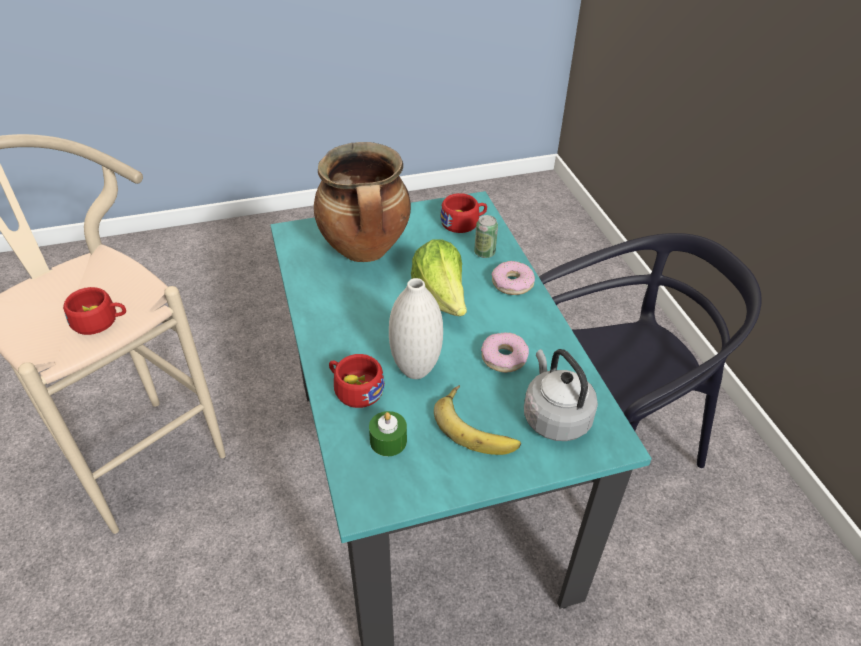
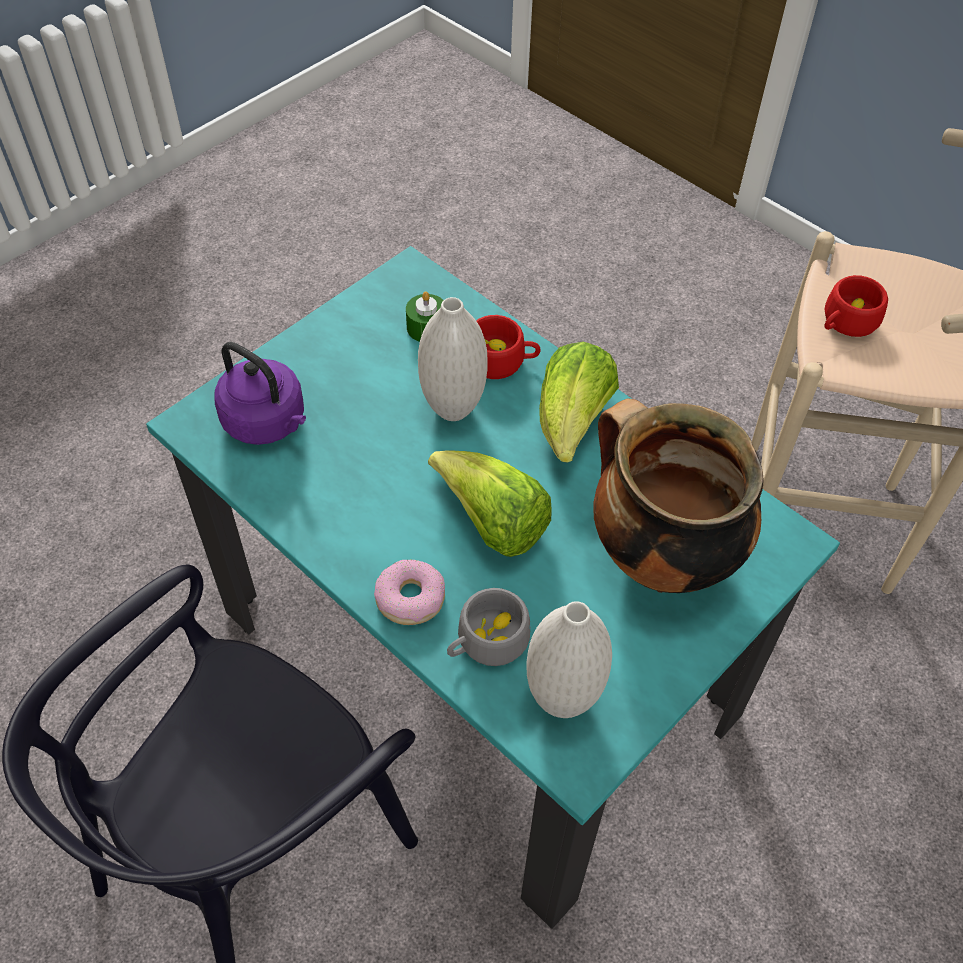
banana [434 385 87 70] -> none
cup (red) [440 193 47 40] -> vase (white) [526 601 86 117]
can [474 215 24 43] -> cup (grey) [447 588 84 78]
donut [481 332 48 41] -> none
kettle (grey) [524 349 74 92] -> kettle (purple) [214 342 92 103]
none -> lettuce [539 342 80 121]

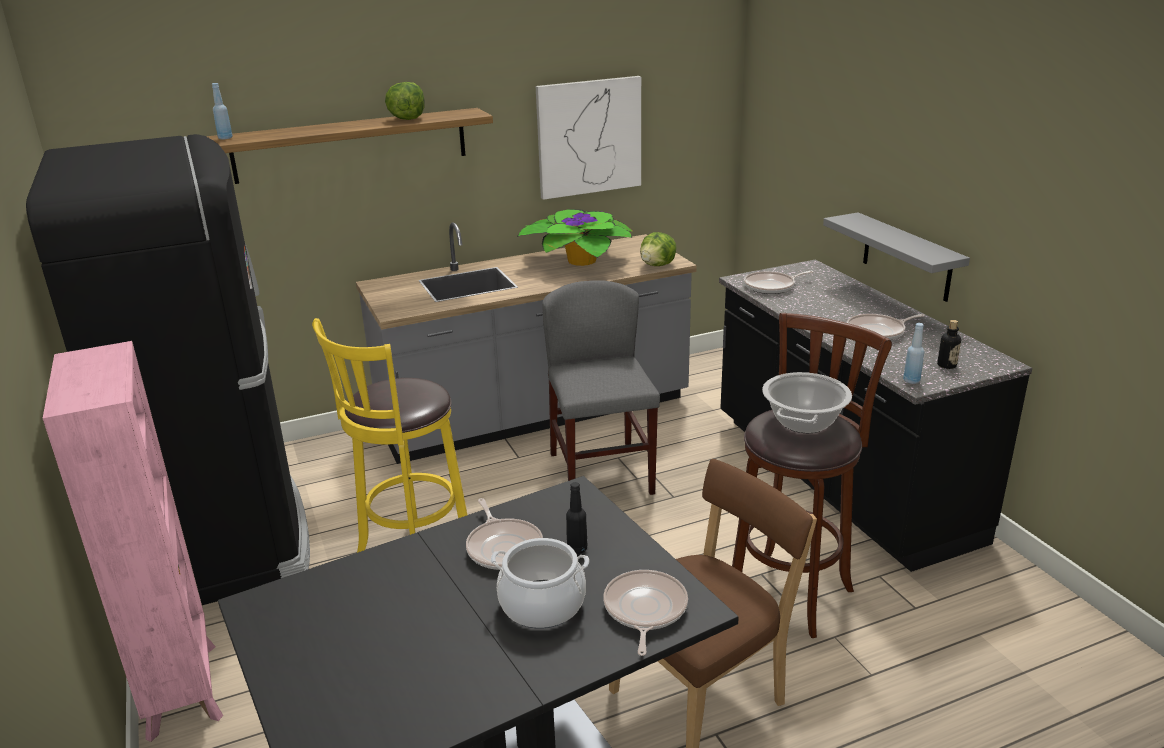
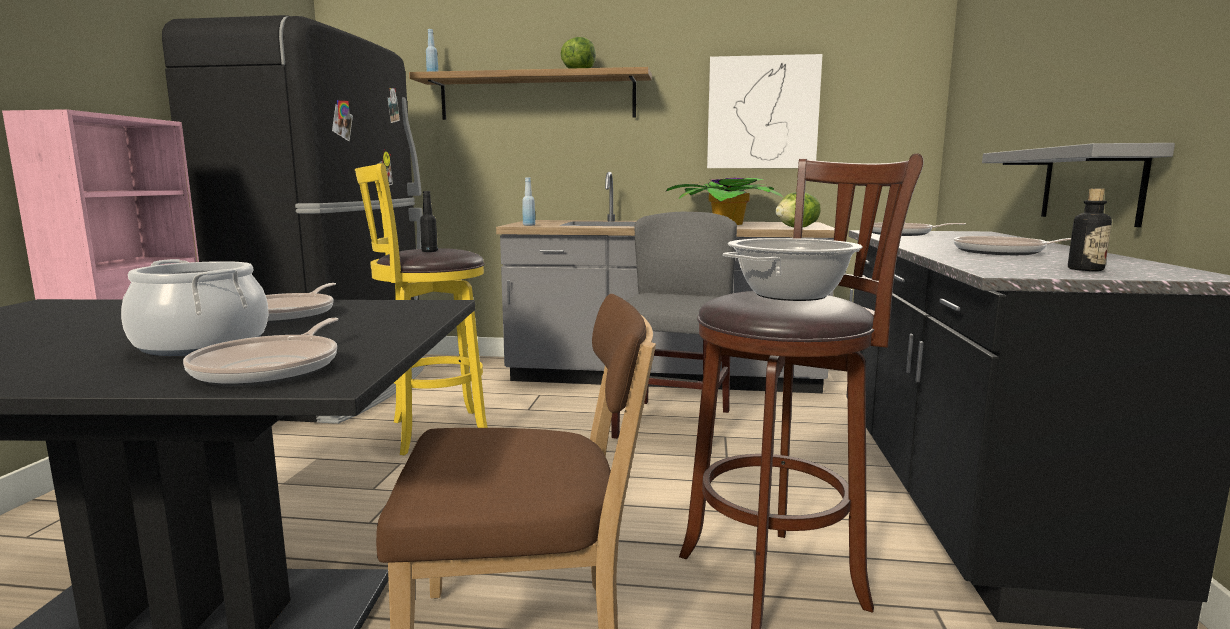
bottle (black) [566 482 21 72] -> bottle (black) [420 191 18 61], move
frying pan [603 570 85 86] -> frying pan [183 318 156 68], 150 degrees clockwise
bottle (blue) [903 323 21 61] -> bottle (blue) [522 178 13 48], move

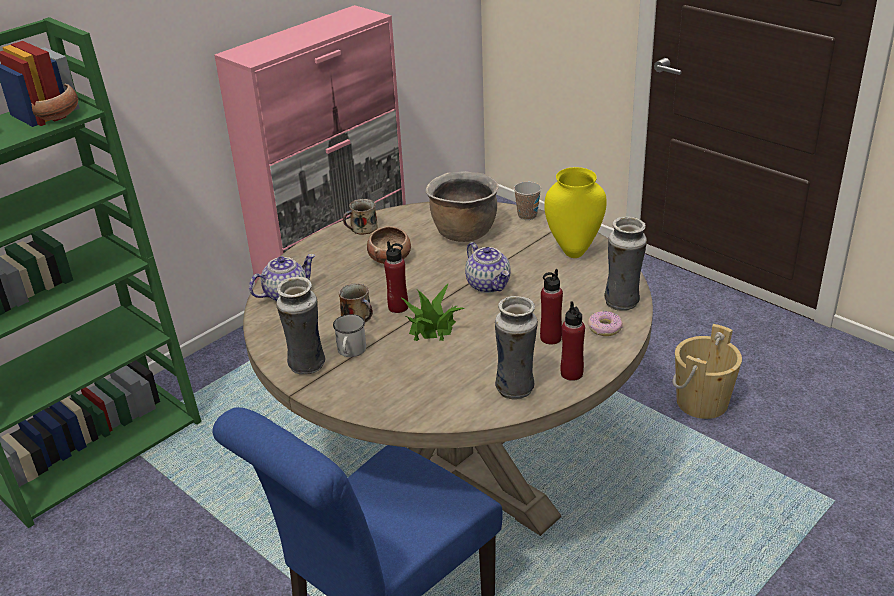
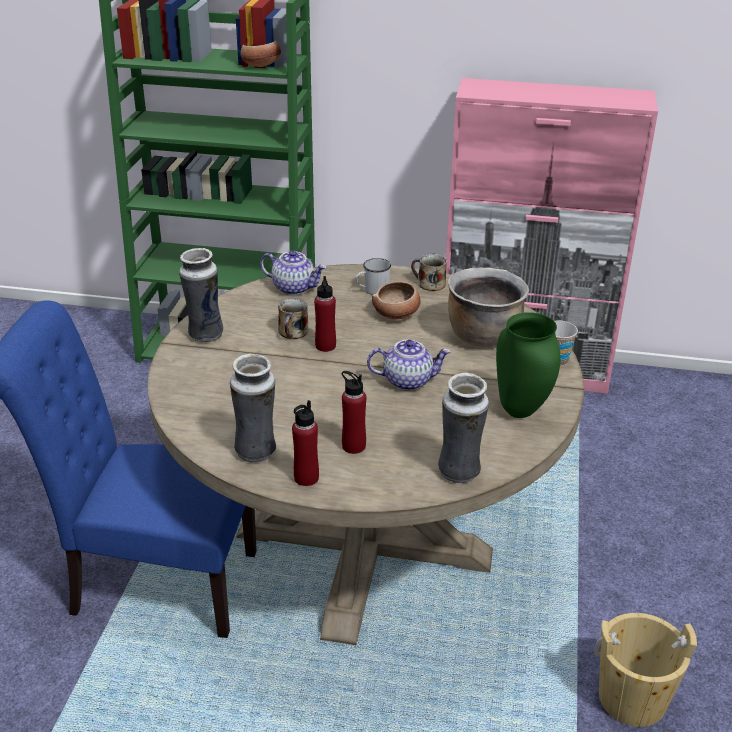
mug (white) [333 314 33 43] -> mug (white) [356 258 35 37], move
potted plant [402 284 63 57] -> none
teapot [465 242 46 51] -> teapot [367 340 84 51], 120 degrees counterclockwise
vase (yellow) [544 167 63 91] -> vase (green) [496 312 64 106]
donut [588 311 35 25] -> none

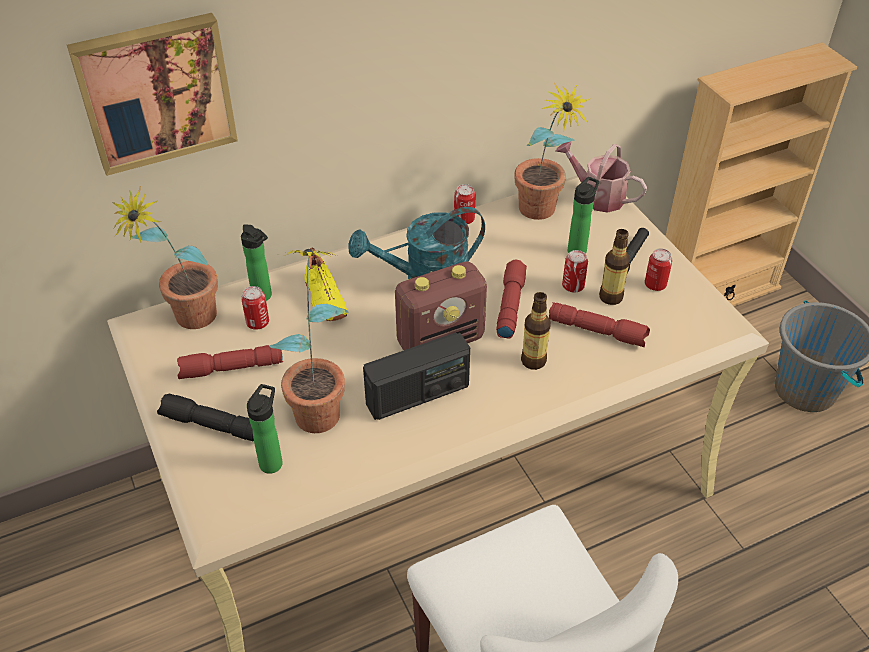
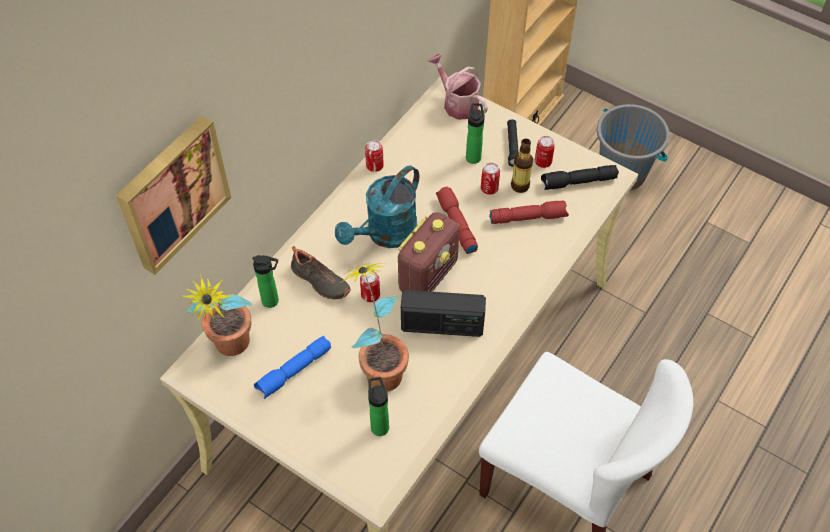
flashlight (black) [157 394 97 47] -> flashlight (black) [541 165 78 25], move
flashlight (red) [177 345 106 34] -> flashlight (blue) [254 336 77 63]
can [241 286 28 44] -> can [360 270 20 32], move
shoe (yellow) [304 247 43 74] -> shoe (black) [291 246 60 54]
radio [363 332 107 88] -> radio [401 290 85 47], 60 degrees clockwise
potted plant [514 83 77 137] -> none
bottle [521 292 30 78] -> none
watering can [556 141 91 72] -> watering can [428 54 60 66], 45 degrees clockwise

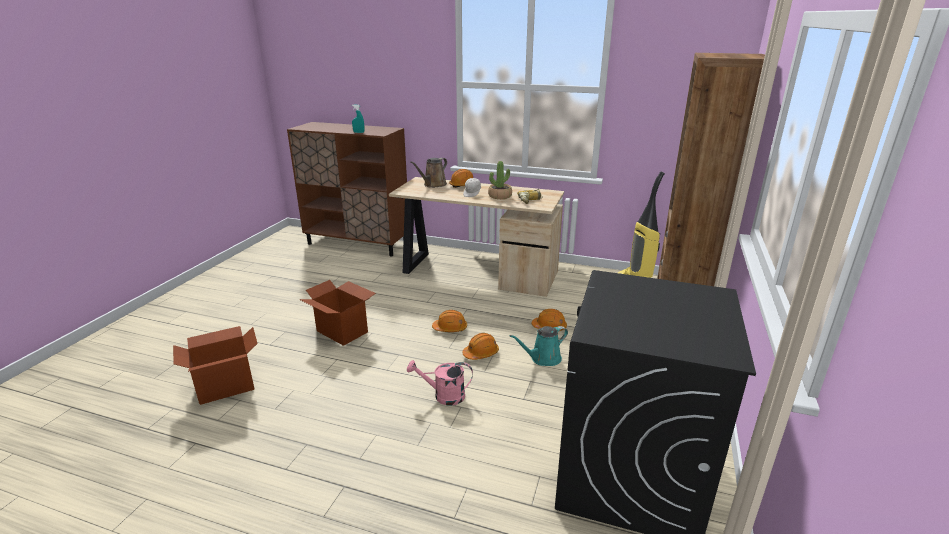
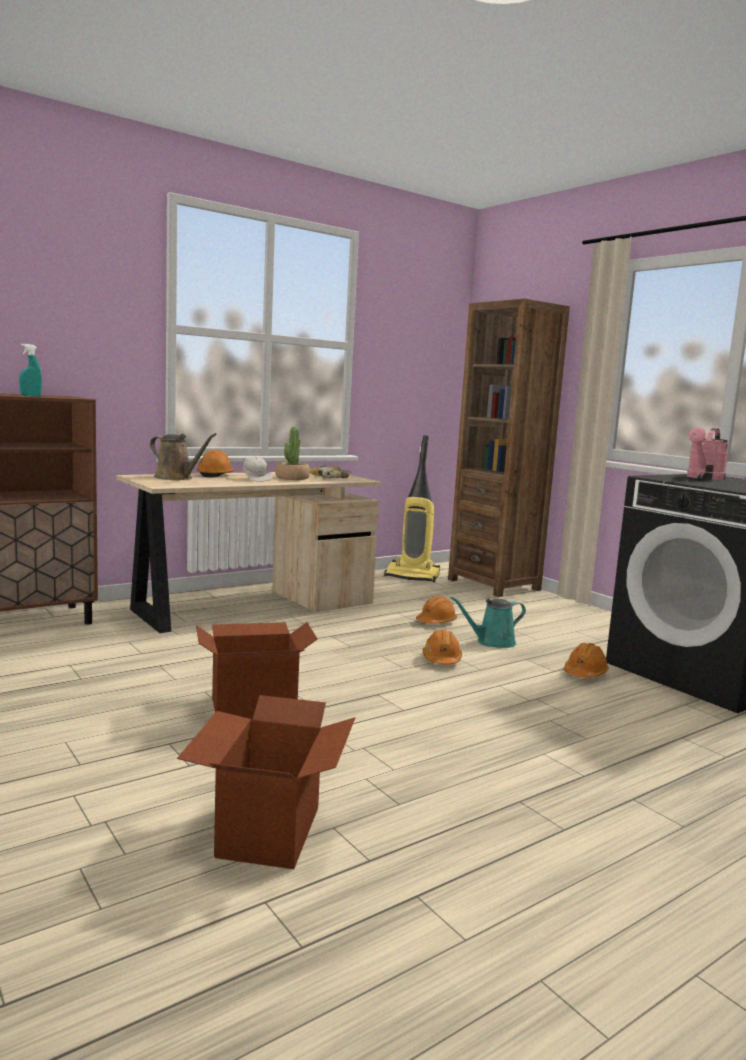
watering can (pink) [407 360 66 46] -> watering can (pink) [687 427 42 53], move
watering can (brown) [410 158 37 30] -> watering can (brown) [150 433 67 47], 45 degrees counterclockwise
hard hat (orange) [432 310 35 22] -> hard hat (orange) [564 643 45 35], move
watering can (turquoise) [509 326 59 40] -> watering can (turquoise) [450 597 76 51], 60 degrees clockwise

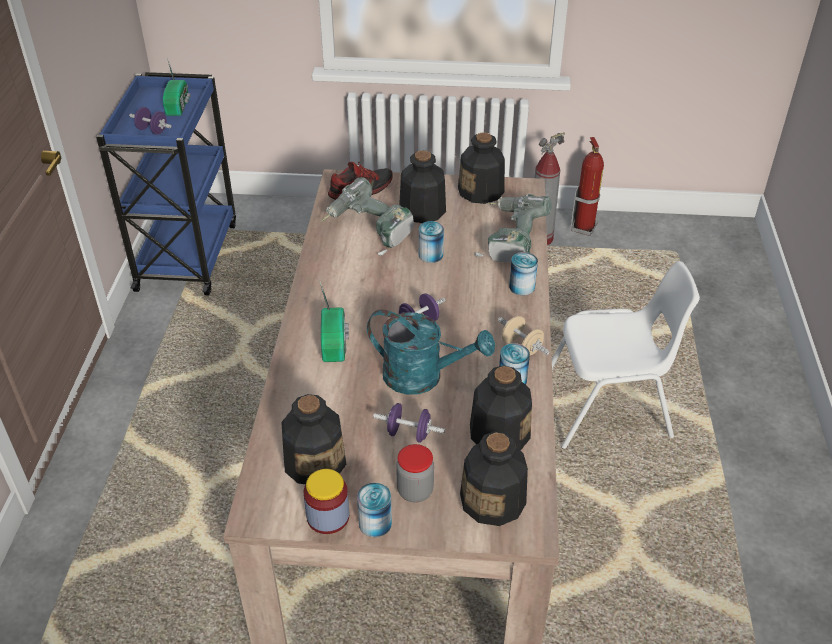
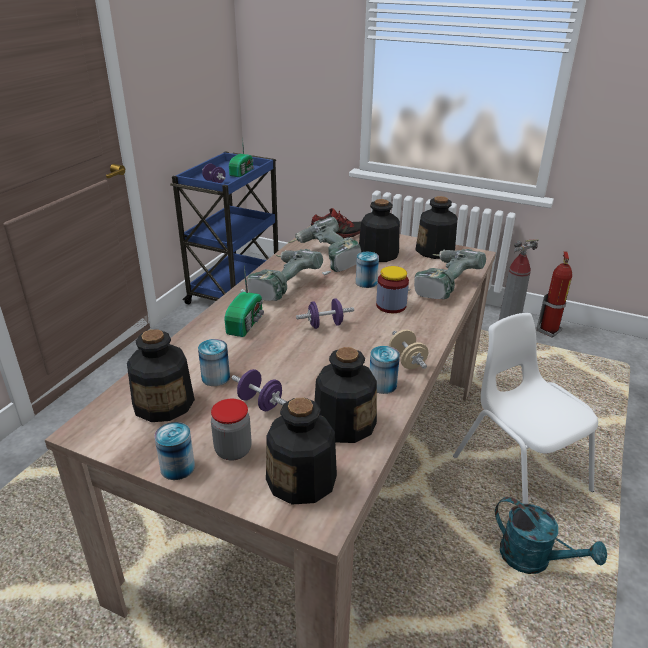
jar [304 469 45 65] -> jar [376 266 33 47], move
watering can (turquoise) [367 309 128 86] -> watering can (turquoise) [495 497 112 77], move
can [509 252 29 43] -> can [198 339 32 47], move
chair (white) [552 261 148 188] -> chair (white) [453 313 145 191], 135 degrees counterclockwise
none -> power drill [240 249 83 52]

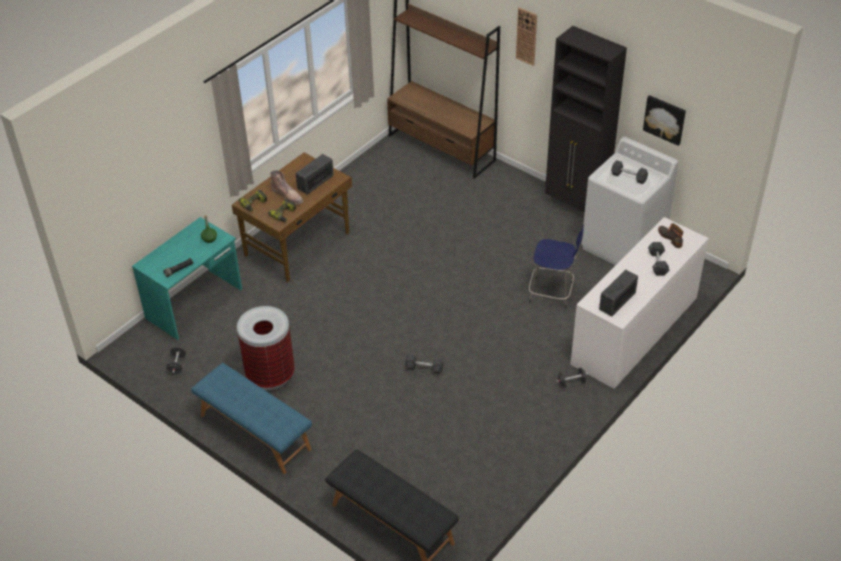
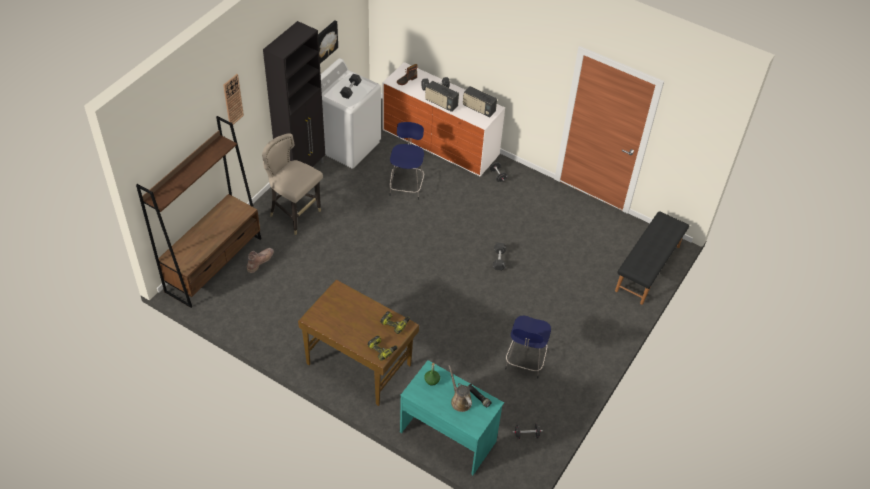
bench (blue) [191 363 121 111] -> none
trash can [237 306 58 84] -> stool (blue) [505 316 46 63]
boot (brown) [270 170 33 35] -> boot (brown) [247 248 27 25], move
radio [296 154 38 41] -> radio [425 81 34 31], move
none -> stool (beige) [262 133 61 102]
none -> watering can (brown) [449 365 23 47]

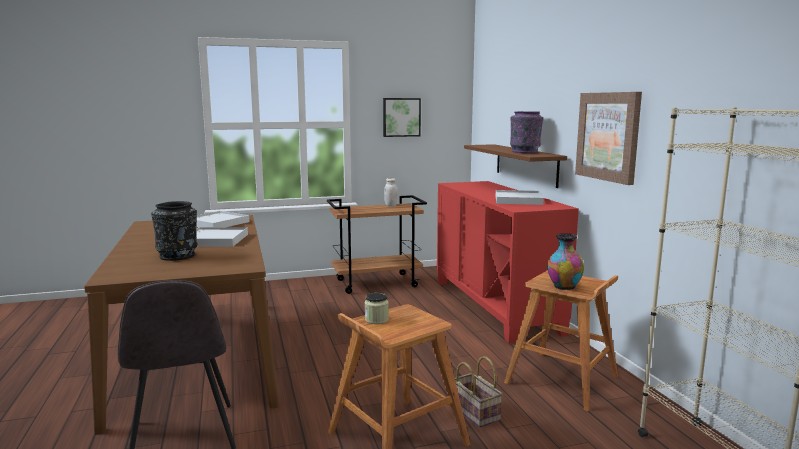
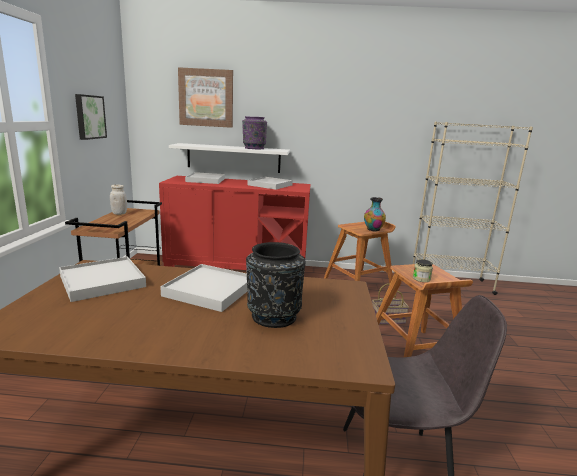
shelf (brown) [464 144 103 44] -> shelf (white) [169 143 121 30]
picture [575 92 67 93] -> picture [178 67 55 61], move
none -> tray (white) [185 172 40 12]

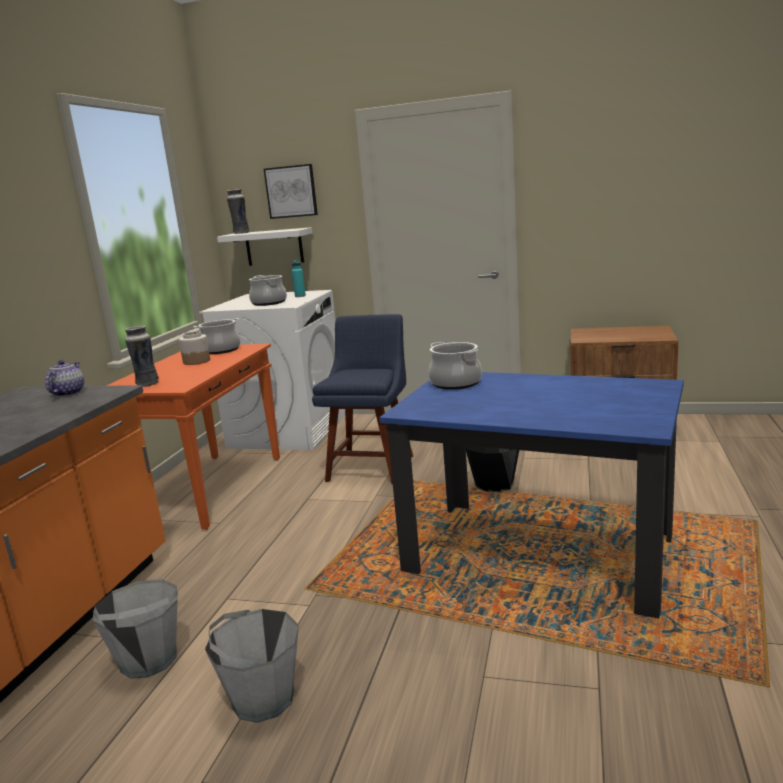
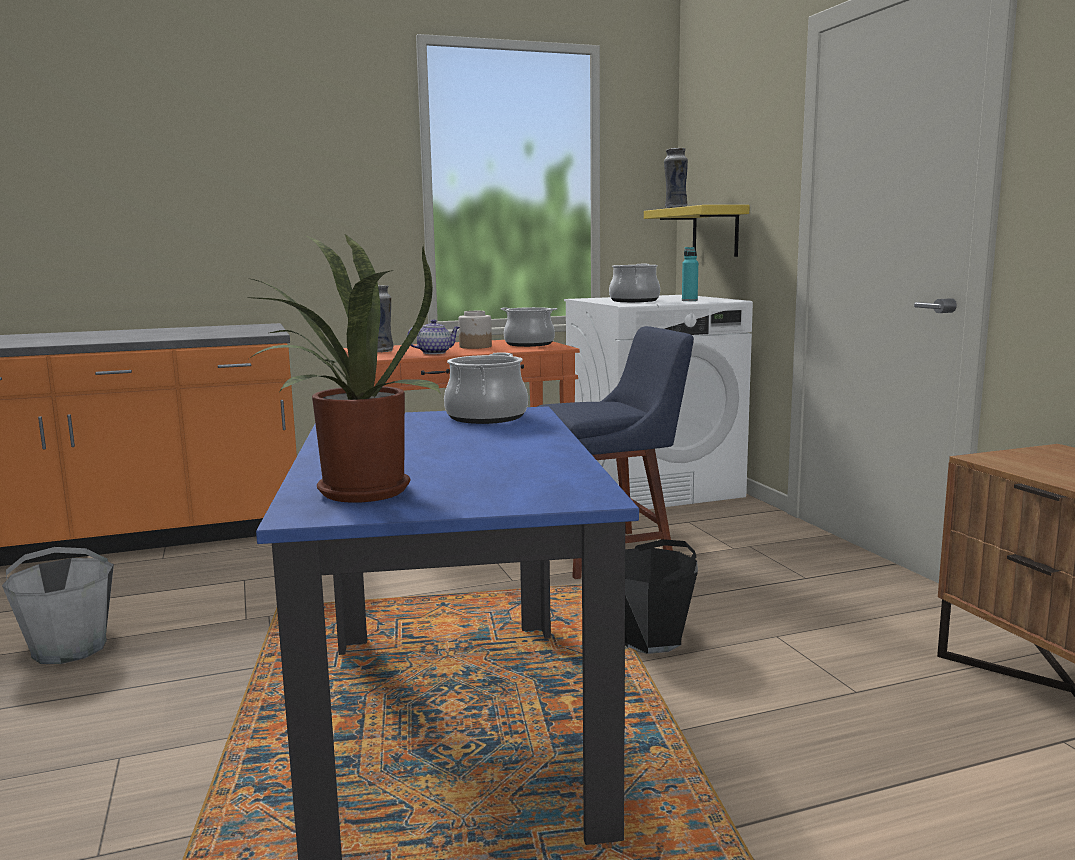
teapot [45 360 39 37] -> teapot [407 319 53 35], move
bucket (grey) [92 579 86 100] -> none
shelf (white) [217 227 95 39] -> shelf (yellow) [644 205 106 52]
picture [264 164 54 55] -> none
none -> potted plant [245 233 196 270]

